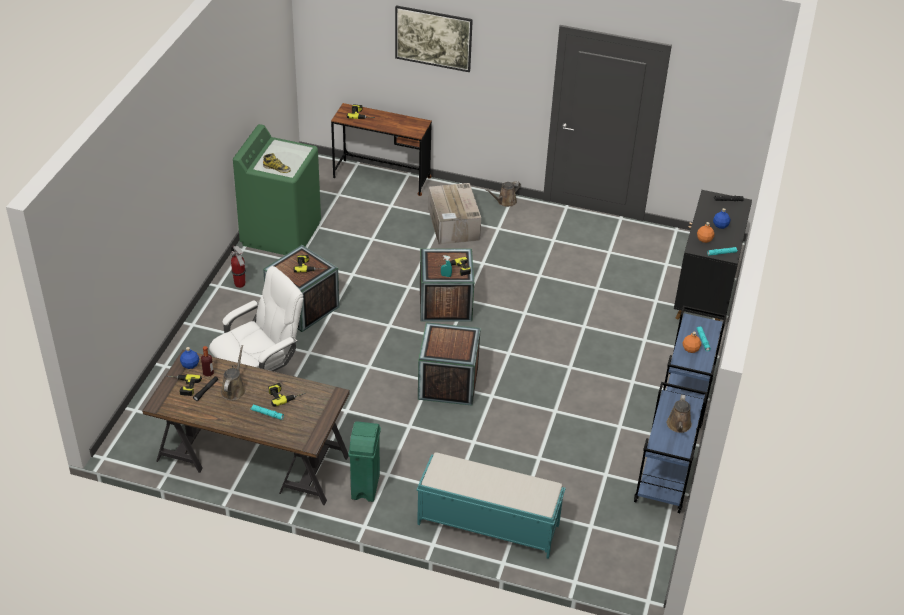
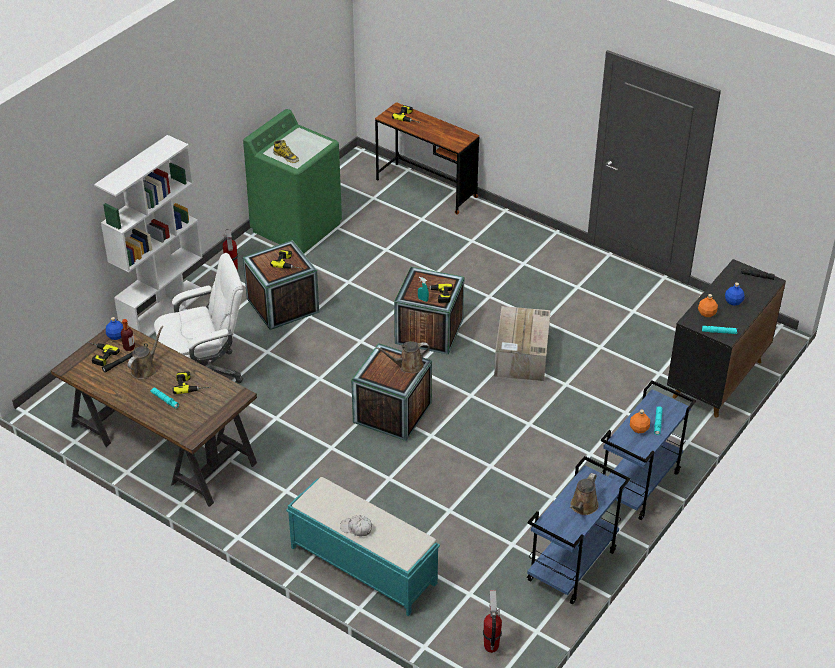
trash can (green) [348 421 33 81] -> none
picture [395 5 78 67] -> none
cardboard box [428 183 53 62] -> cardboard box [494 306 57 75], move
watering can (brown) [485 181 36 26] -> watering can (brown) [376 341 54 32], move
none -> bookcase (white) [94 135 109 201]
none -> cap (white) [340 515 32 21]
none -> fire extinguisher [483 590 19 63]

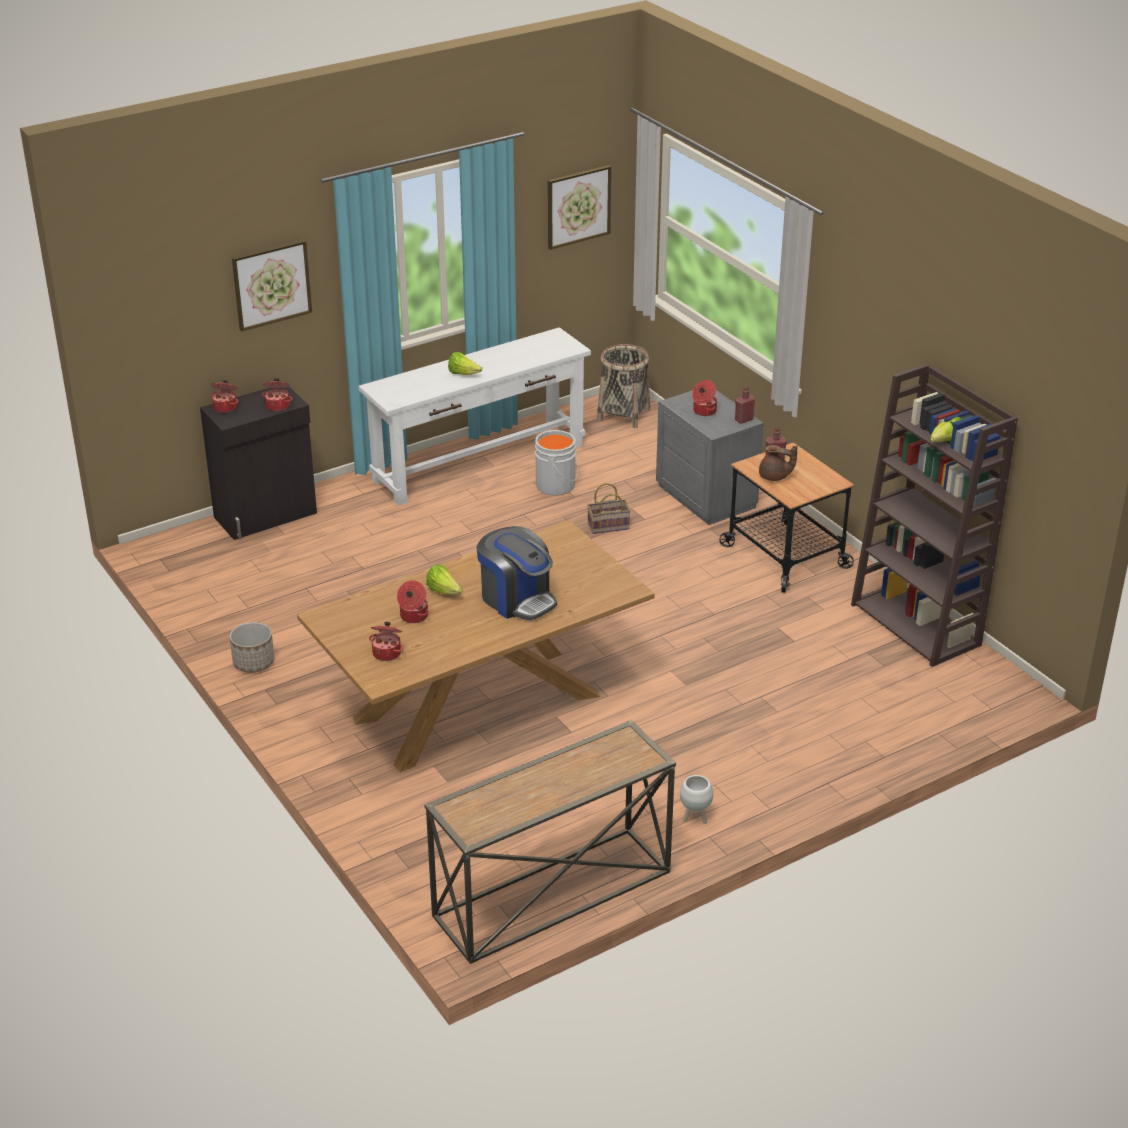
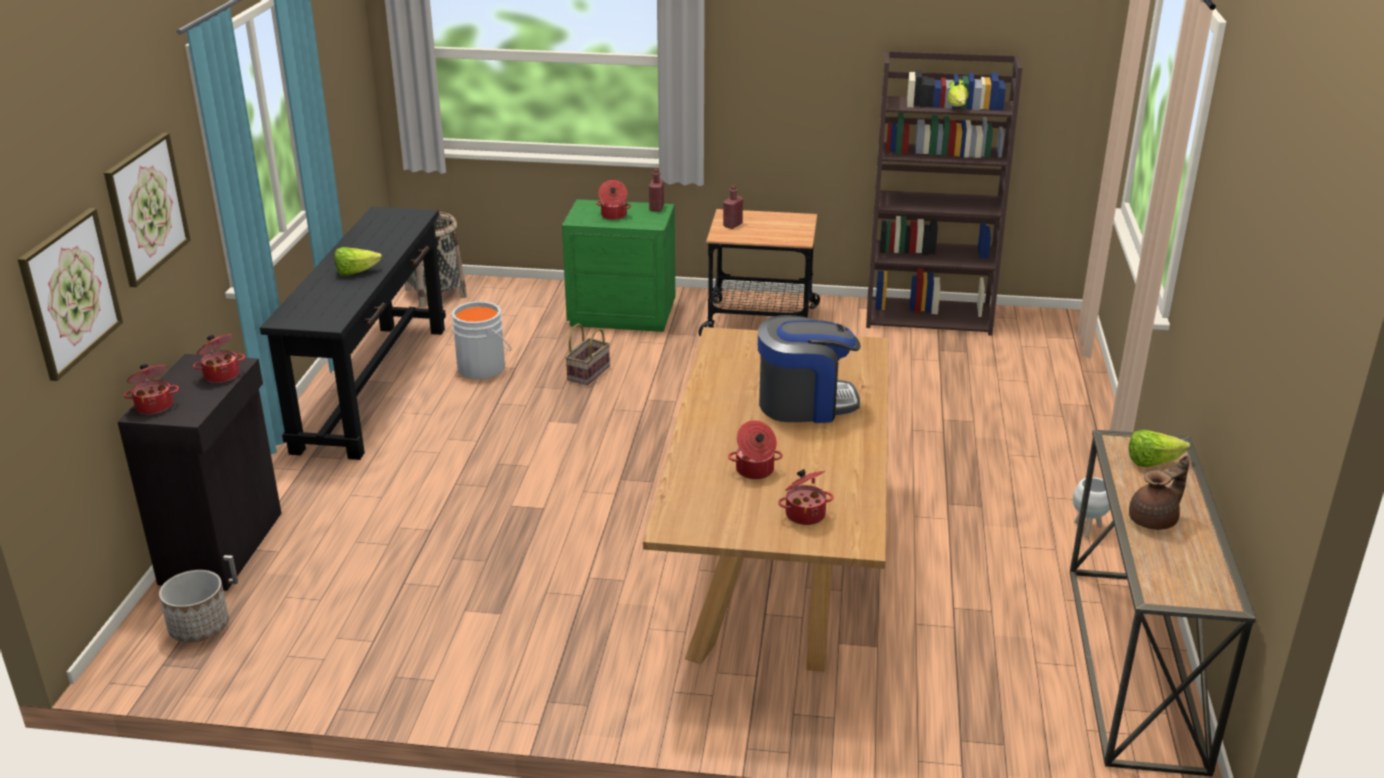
planter [229 622 45 51] -> planter [159 570 70 72], move
console table (white) [359 327 232 178] -> console table (black) [260 207 186 253]
lettuce [426 564 37 31] -> lettuce [1129 430 61 37], move
picture [548 165 63 85] -> picture [18 208 105 173], move
nightstand (grey) [656 390 108 135] -> nightstand (green) [562 199 113 133]
teapot (brown) [759 445 39 36] -> teapot (brown) [1129 455 61 75], move

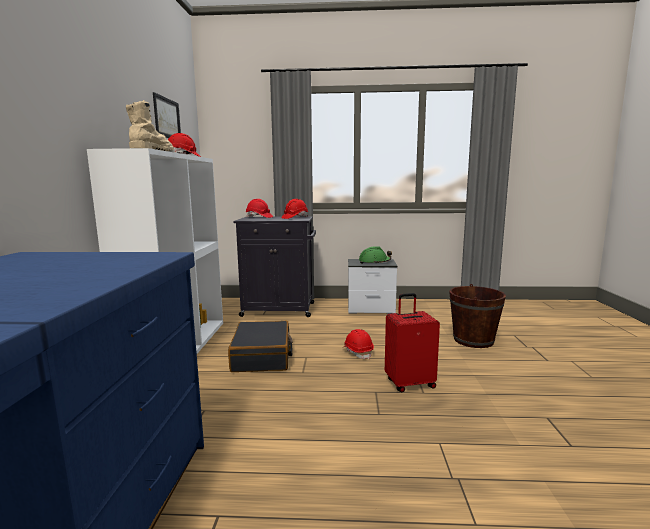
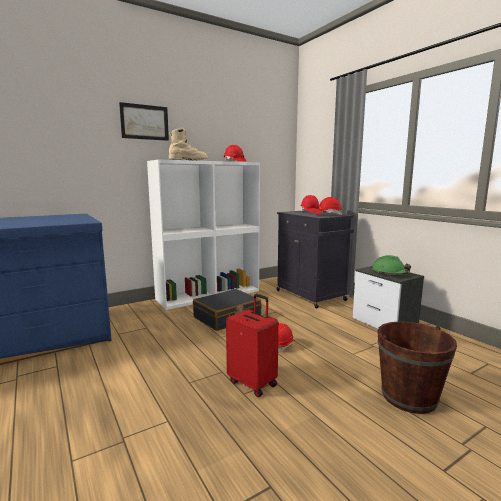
picture [153 92 28 46] -> picture [119 102 50 39], move

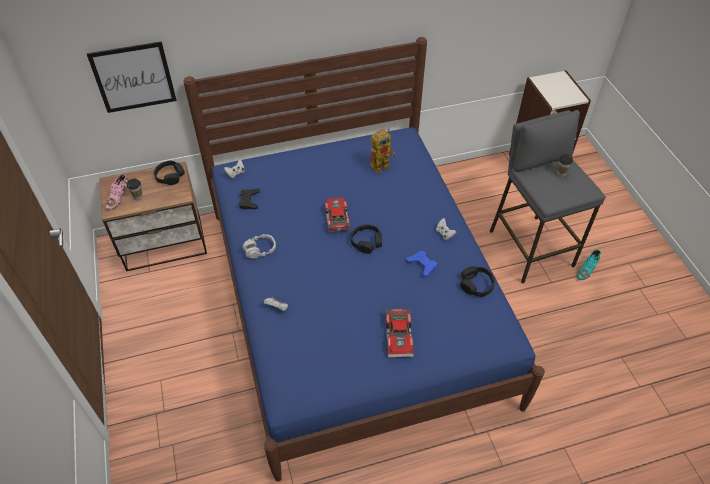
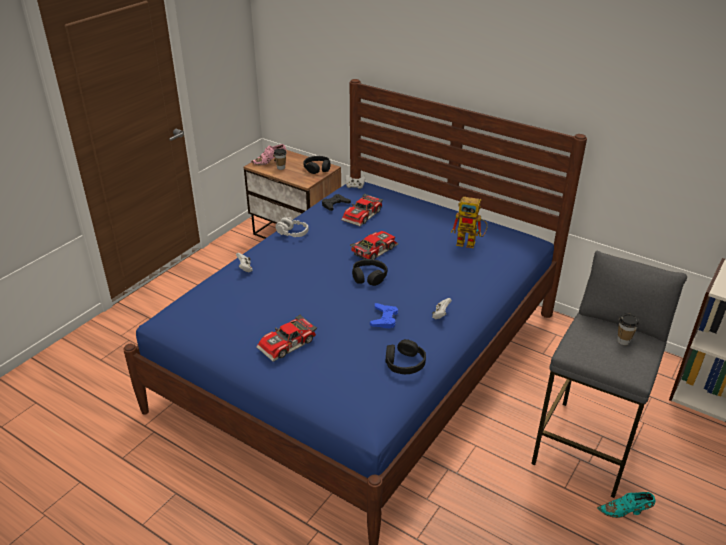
picture [87 41 90 72] -> none
none -> toy car [342 194 41 32]

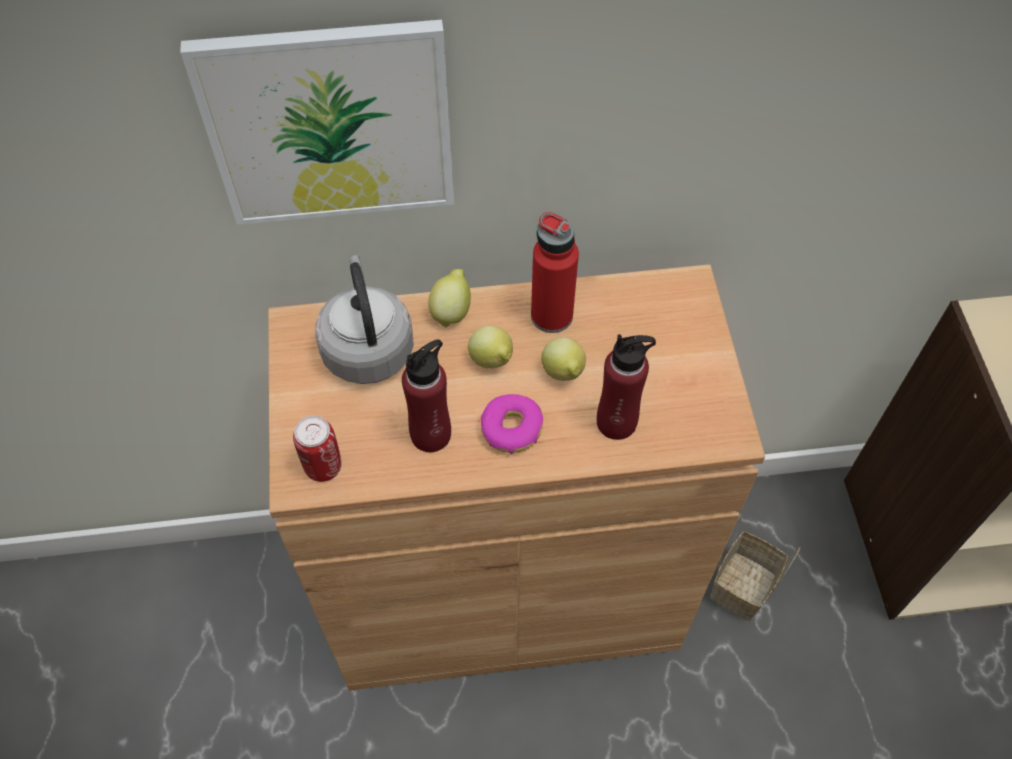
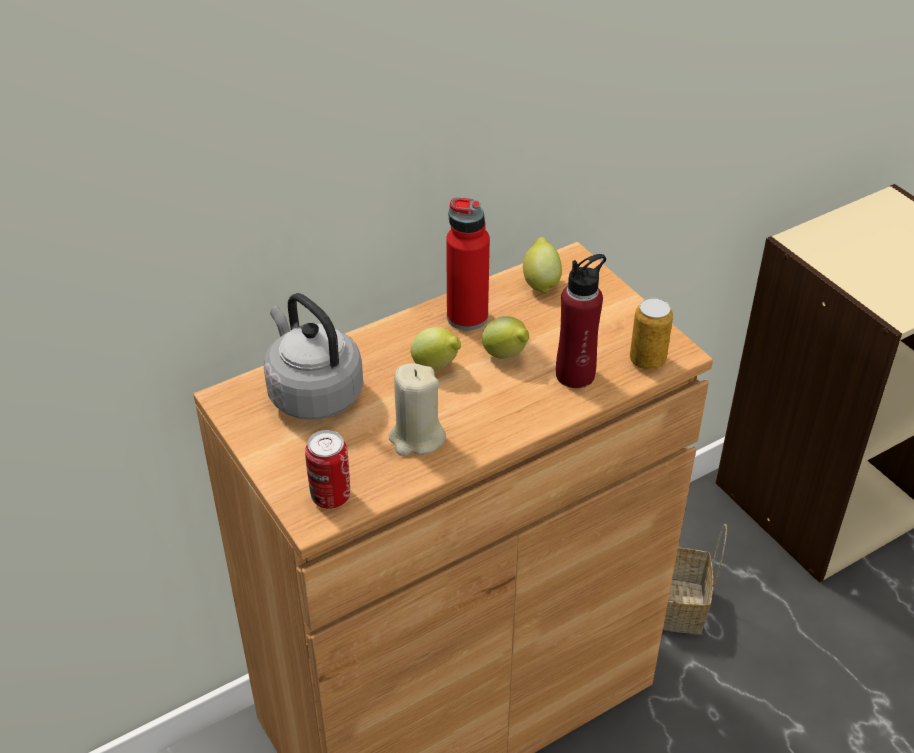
picture [180 20 274 205] -> none
bottle (red) [402 340 49 112] -> candle (beige) [389 363 57 93]
lemon [428 269 43 59] -> lemon [523 237 39 57], move
donut [481 394 62 60] -> none
none -> can [630 298 43 72]

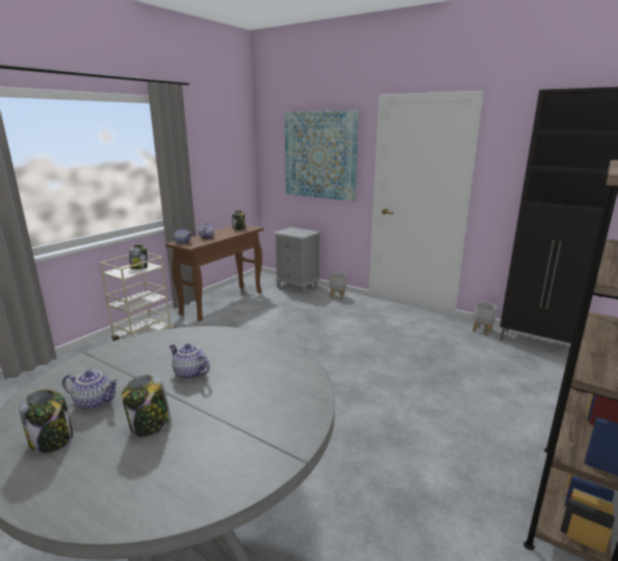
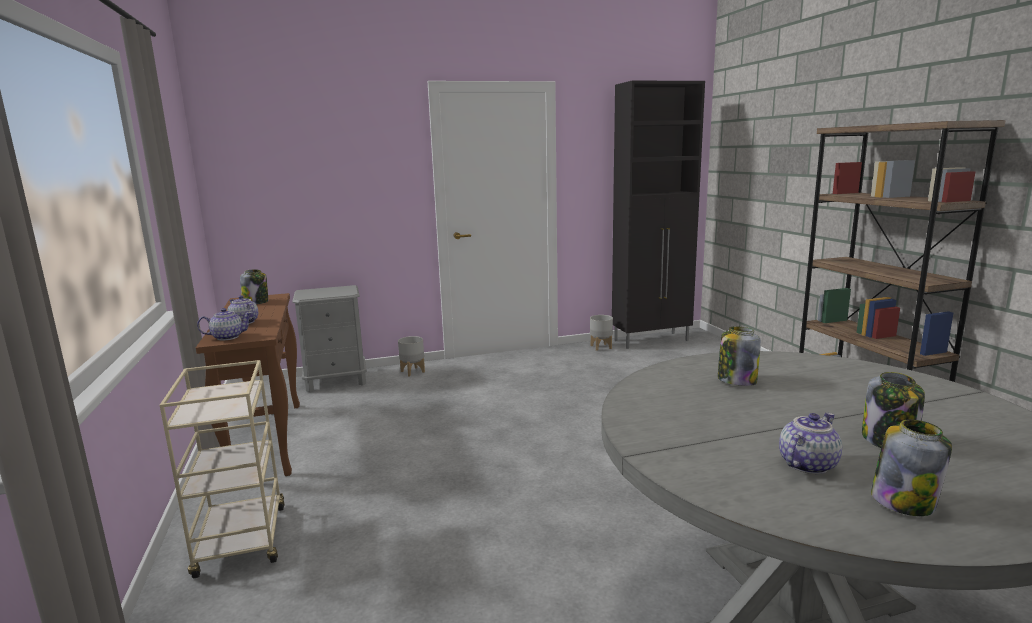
jar [129 245 19 24] -> jar [718 326 43 60], move
teapot [169 344 41 35] -> none
picture [284 110 75 91] -> none

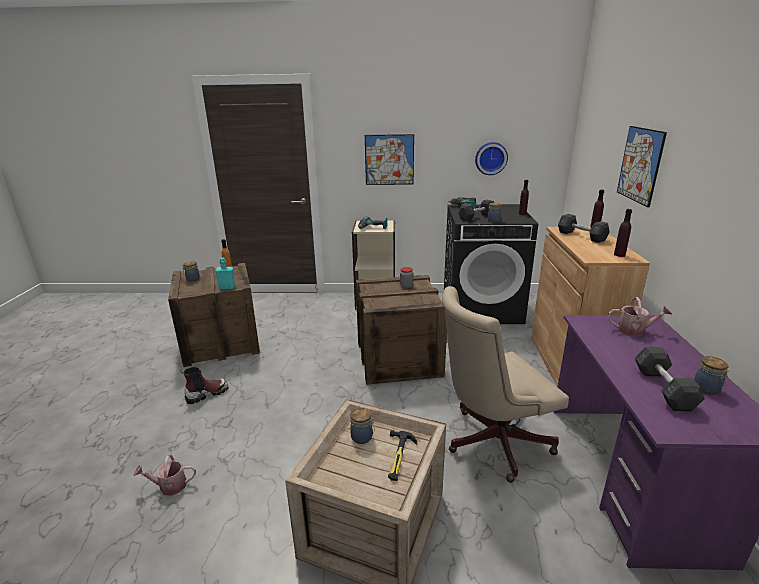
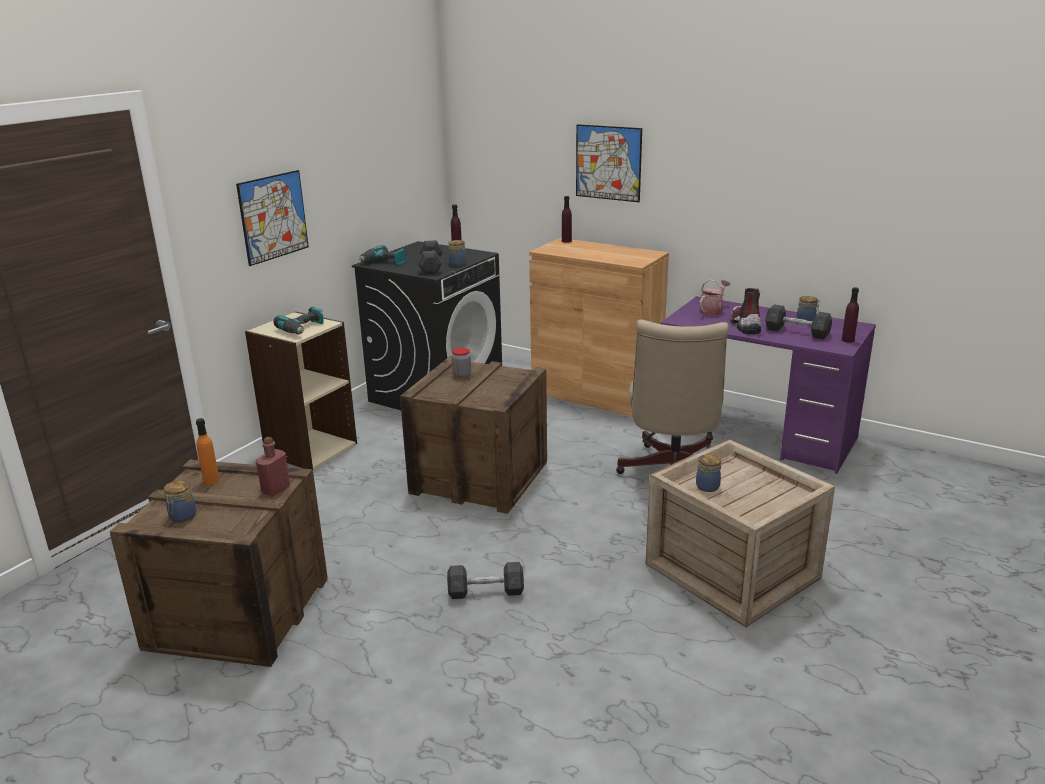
watering can [133 455 63 41] -> none
boot [180 367 49 37] -> boot [730 288 31 46], move
bottle (turquoise) [215 258 20 32] -> bottle (red) [256 437 34 59]
hammer [388 430 29 51] -> none
wall clock [475 142 33 33] -> none
dumbbell (grey) [558 214 51 29] -> dumbbell (grey) [447 562 77 37], move
bottle (purple) [614 209 18 48] -> bottle (purple) [842 287 17 56], move

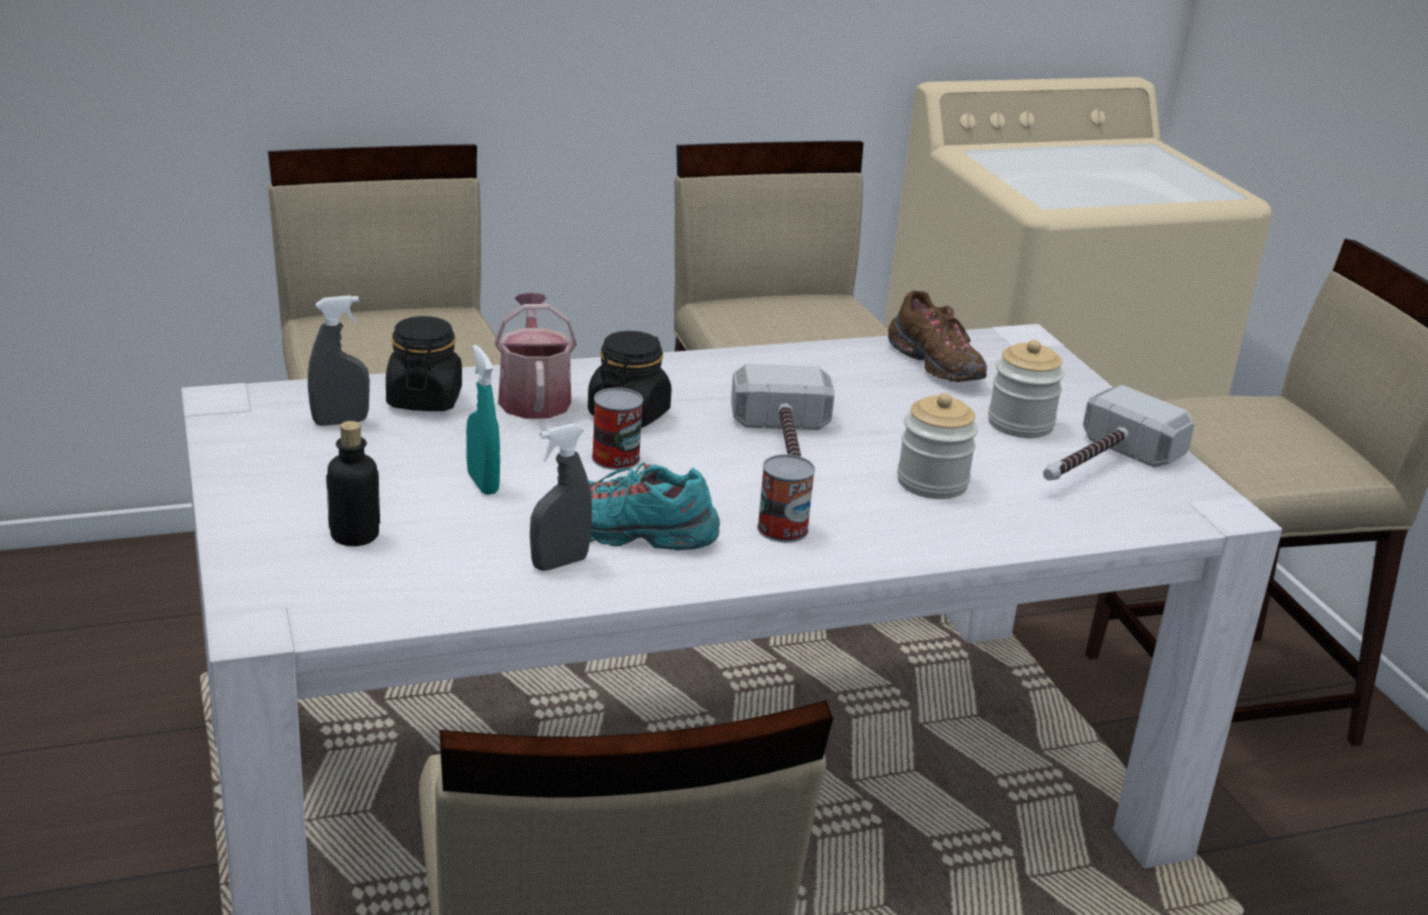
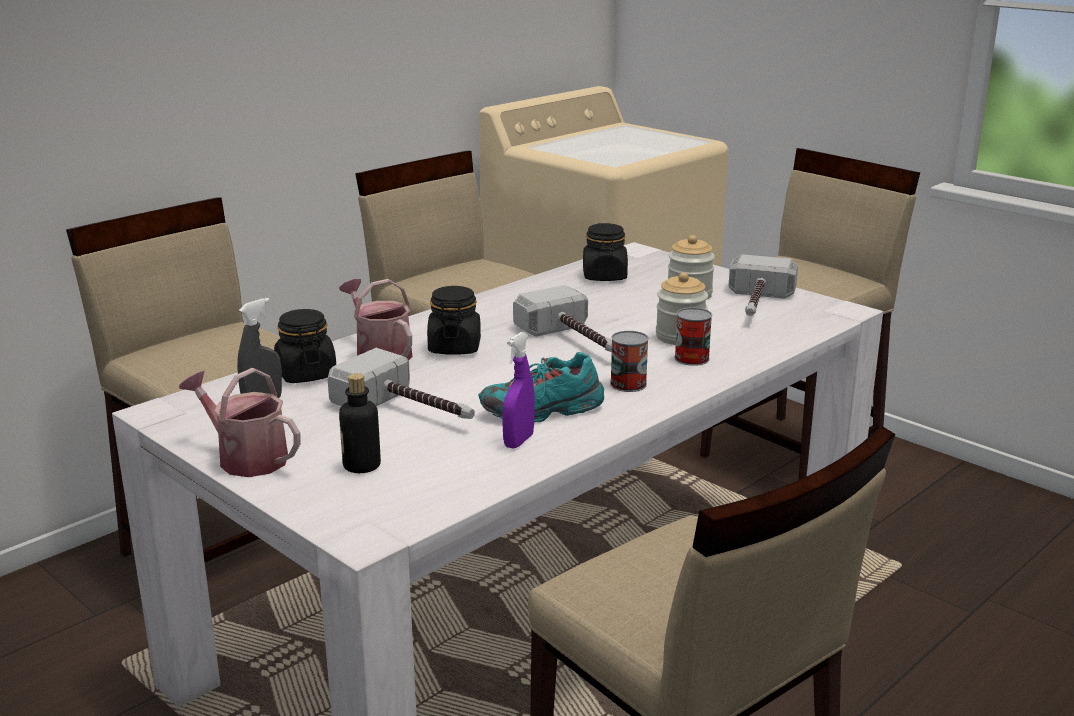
spray bottle (turquoise) [466 345 34 150] -> hammer [328 348 147 71]
spray bottle (grey) [530 423 62 148] -> spray bottle (purple) [502 332 32 117]
can [592 388 51 82] -> can [675 307 37 59], move
shoe (brown) [888 290 99 92] -> jar (black) [583 223 45 58]
none -> watering can [179 368 122 109]

